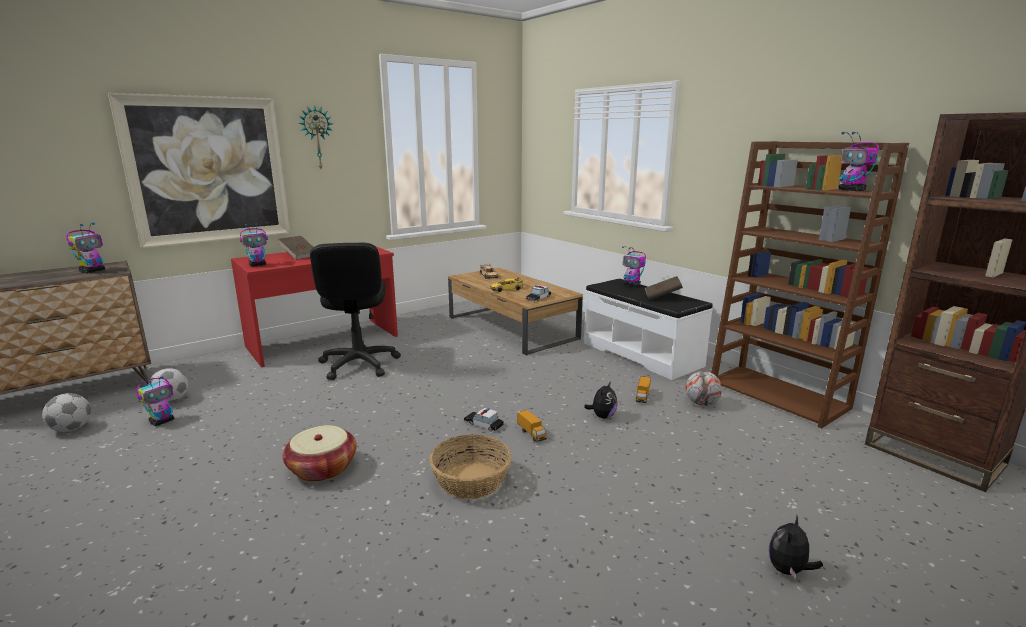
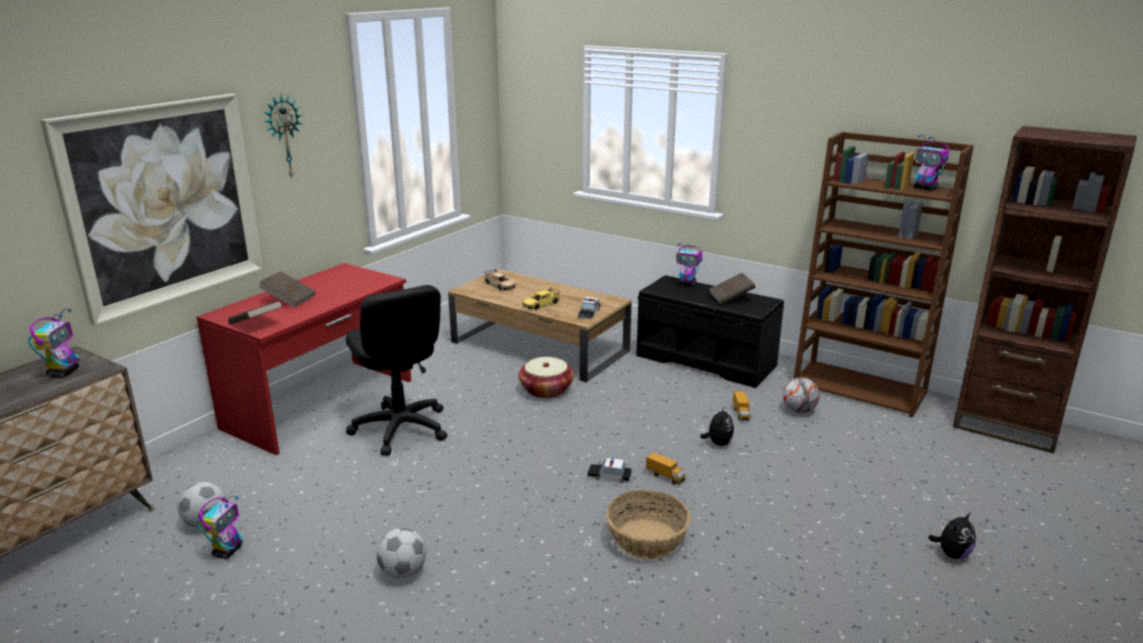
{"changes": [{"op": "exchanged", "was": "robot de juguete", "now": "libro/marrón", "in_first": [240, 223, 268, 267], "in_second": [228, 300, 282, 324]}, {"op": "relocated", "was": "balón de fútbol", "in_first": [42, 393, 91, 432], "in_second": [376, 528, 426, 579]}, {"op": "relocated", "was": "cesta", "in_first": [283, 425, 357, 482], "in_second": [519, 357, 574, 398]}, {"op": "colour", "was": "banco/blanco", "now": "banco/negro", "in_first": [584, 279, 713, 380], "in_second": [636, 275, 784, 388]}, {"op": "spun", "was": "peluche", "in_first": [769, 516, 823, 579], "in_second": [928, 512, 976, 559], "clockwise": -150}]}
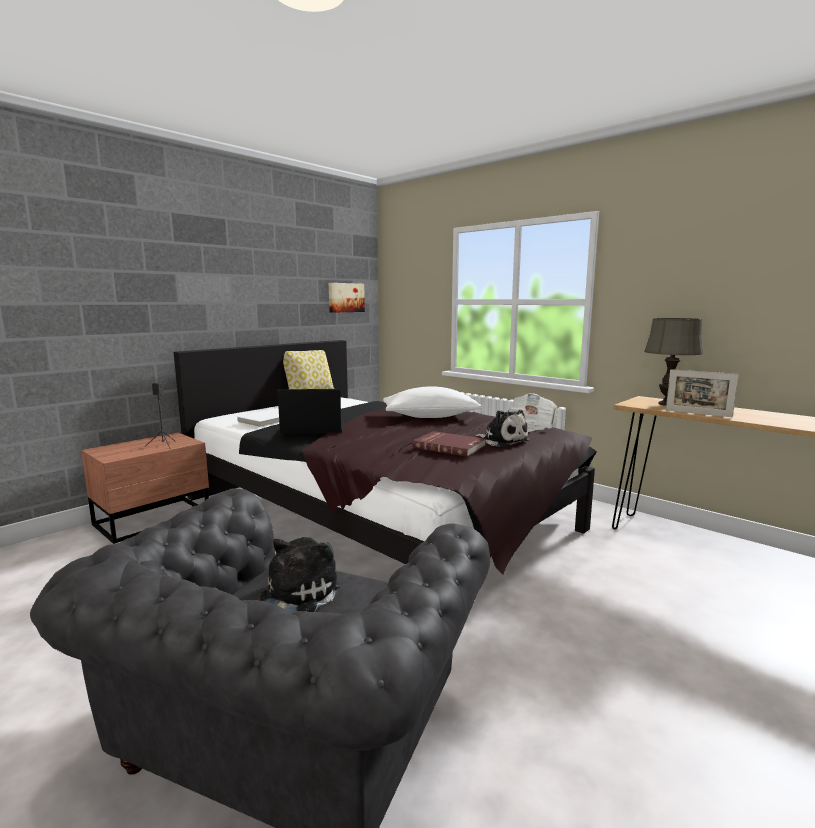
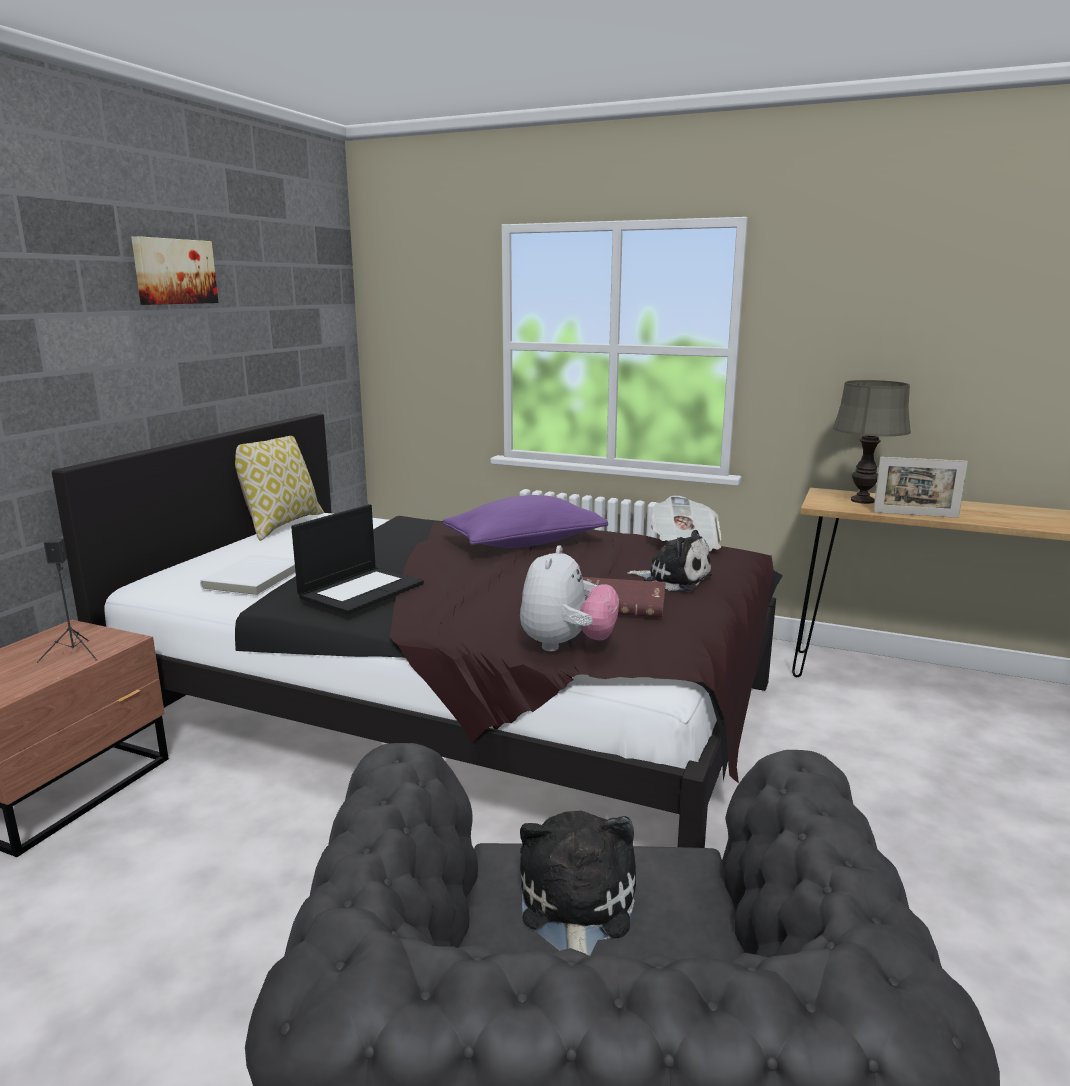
{"changes": [{"op": "relocated", "was": "cuadro", "in_first": [329, 283, 365, 313], "in_second": [131, 236, 218, 305]}, {"op": "spun", "was": "portátil", "in_first": [278, 389, 344, 434], "in_second": [291, 504, 424, 614], "clockwise": 150}, {"op": "colour", "was": "cojín/blanco", "now": "cojín/morado", "in_first": [383, 386, 482, 418], "in_second": [443, 495, 608, 548]}, {"op": "appeared", "now": "peluche", "in_second": [520, 545, 619, 651]}]}
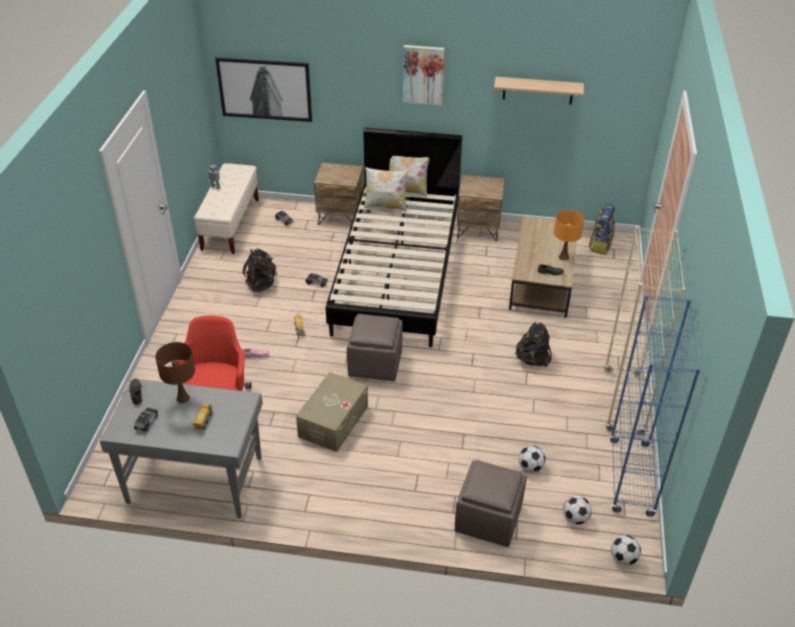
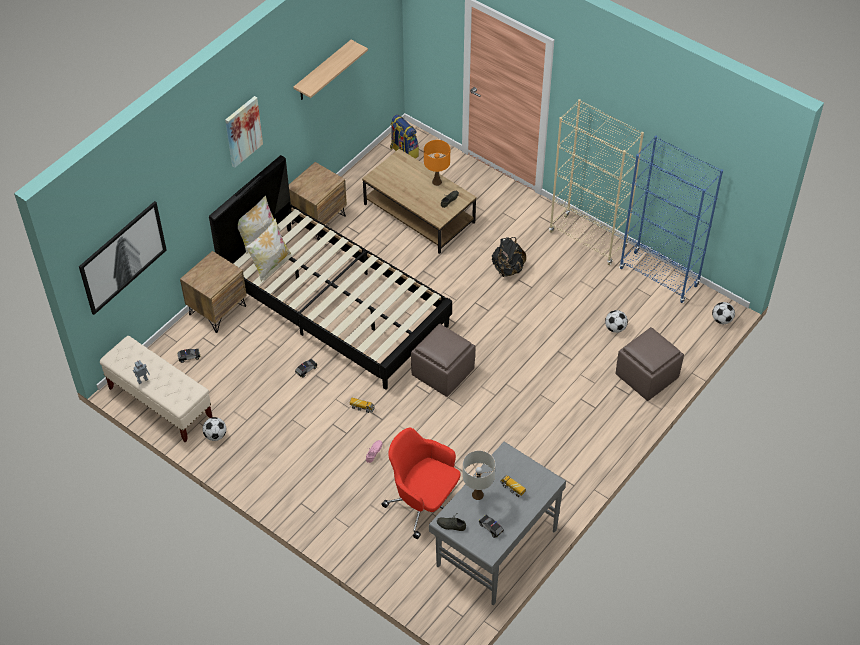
{"changes": [{"op": "relocated", "was": "balón de fútbol", "in_first": [563, 496, 592, 525], "in_second": [203, 417, 226, 441]}, {"op": "colour", "was": "lámpara de mesa/marrón", "now": "lámpara de mesa/blanco", "in_first": [155, 342, 195, 403], "in_second": [463, 451, 495, 500]}, {"op": "missing", "was": "mochila/negro", "in_first": [243, 249, 277, 293]}, {"op": "missing", "was": "caja de almacenaje/beis", "in_first": [296, 372, 368, 452]}]}
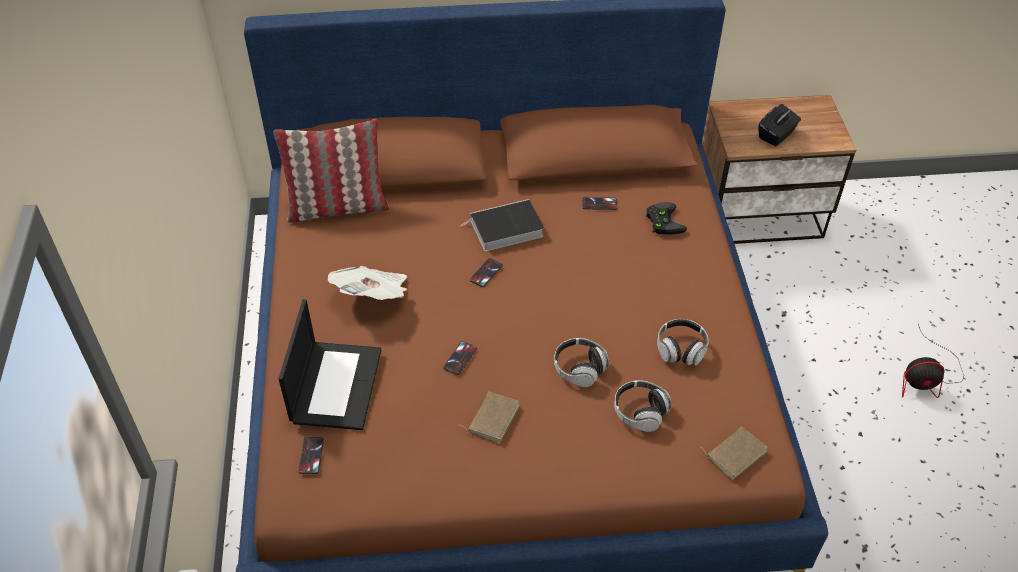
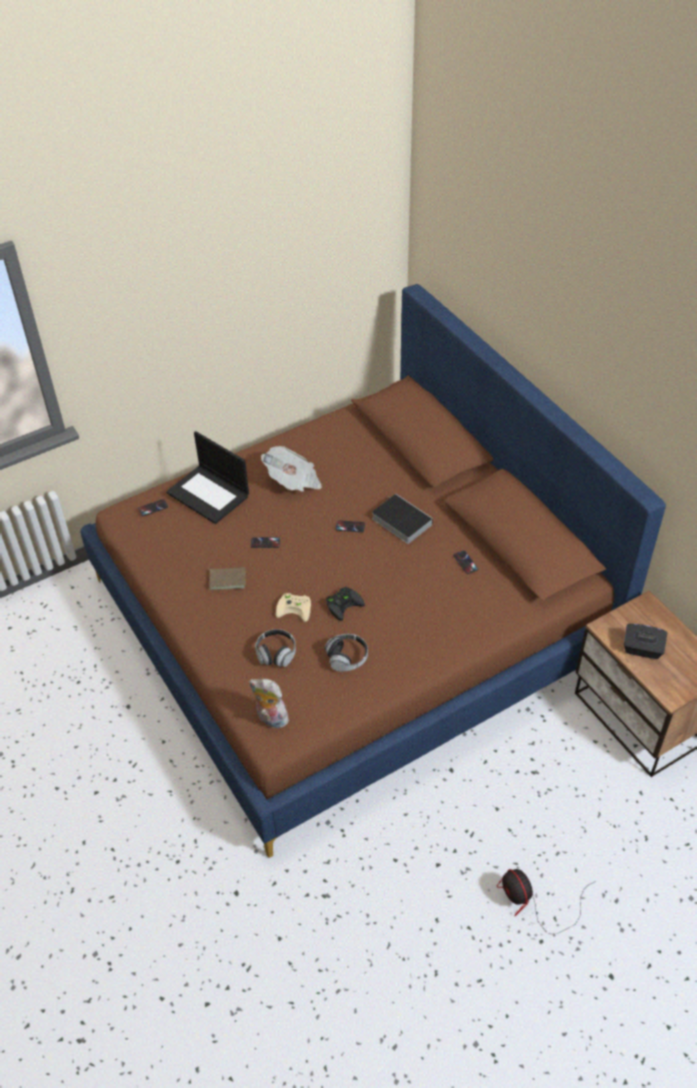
{"changes": [{"op": "spun", "was": "portátil", "in_first": [278, 299, 381, 430], "in_second": [166, 431, 249, 524], "clockwise": 60}, {"op": "exchanged", "was": "libro/marrón", "now": "peluche", "in_first": [699, 426, 768, 480], "in_second": [249, 679, 289, 728]}, {"op": "exchanged", "was": "auriculares", "now": "mando de consola/beis", "in_first": [554, 338, 609, 387], "in_second": [276, 593, 311, 622]}, {"op": "relocated", "was": "mando de consola/negro", "in_first": [645, 202, 687, 235], "in_second": [326, 587, 365, 621]}, {"op": "missing", "was": "cojín", "in_first": [273, 119, 389, 223]}]}
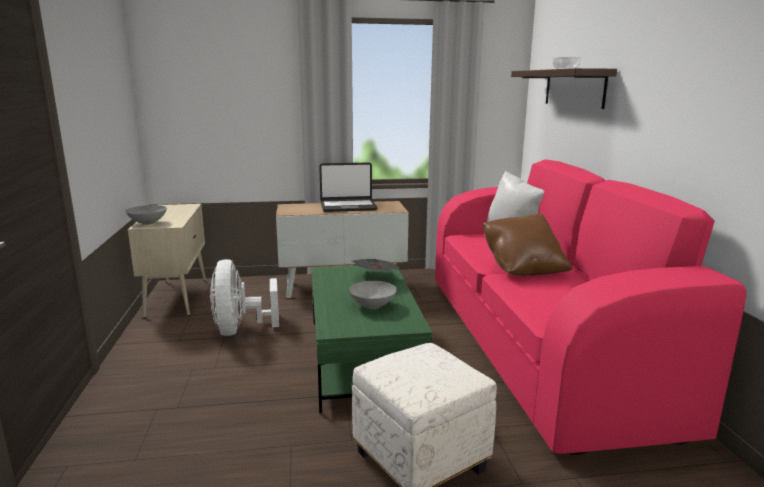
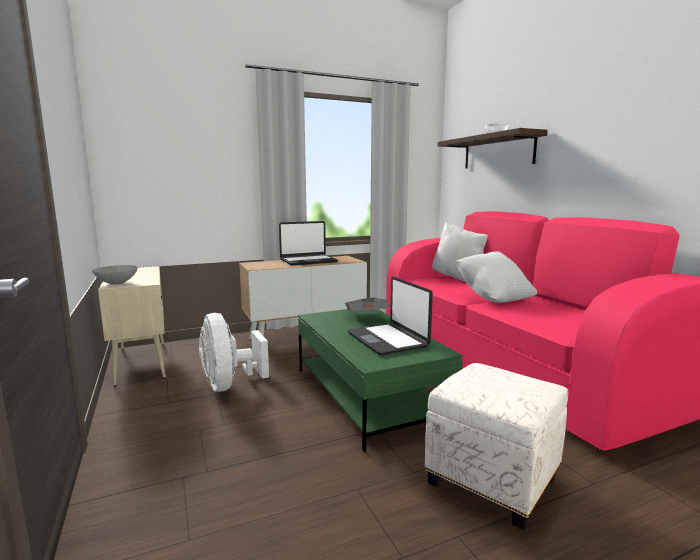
{"changes": [{"op": "exchanged", "was": "cuenco/gris", "now": "portátil", "in_first": [349, 281, 397, 309], "in_second": [347, 277, 433, 355]}, {"op": "colour", "was": "cojín/marrón", "now": "cojín/blanco", "in_first": [482, 214, 572, 276], "in_second": [456, 251, 537, 303]}]}
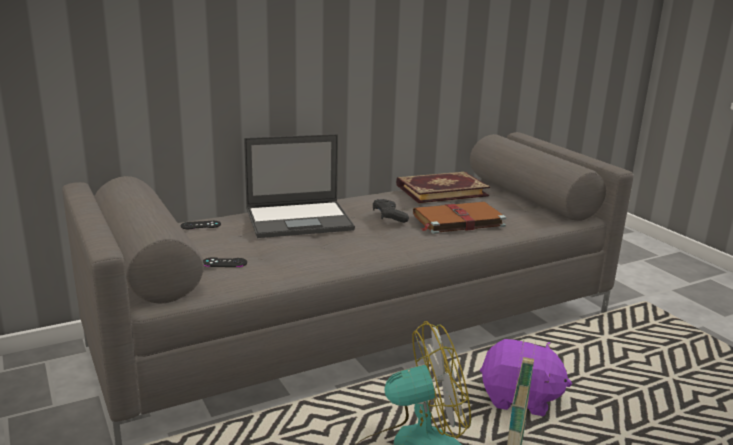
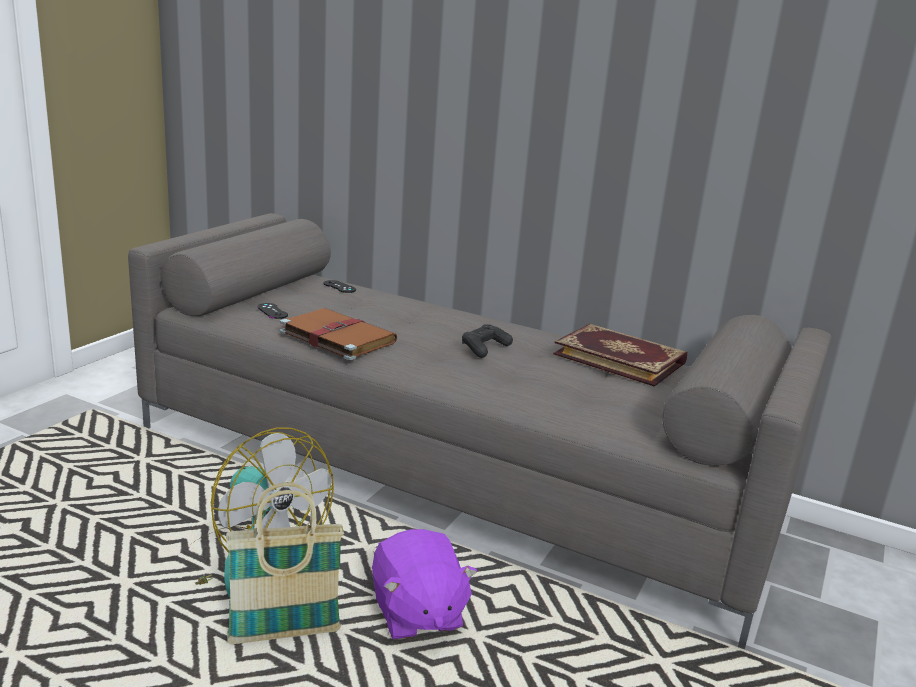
{"changes": [{"op": "relocated", "was": "libro/marrón", "in_first": [413, 202, 507, 234], "in_second": [280, 308, 397, 360]}, {"op": "missing", "was": "portátil", "in_first": [244, 134, 355, 238]}]}
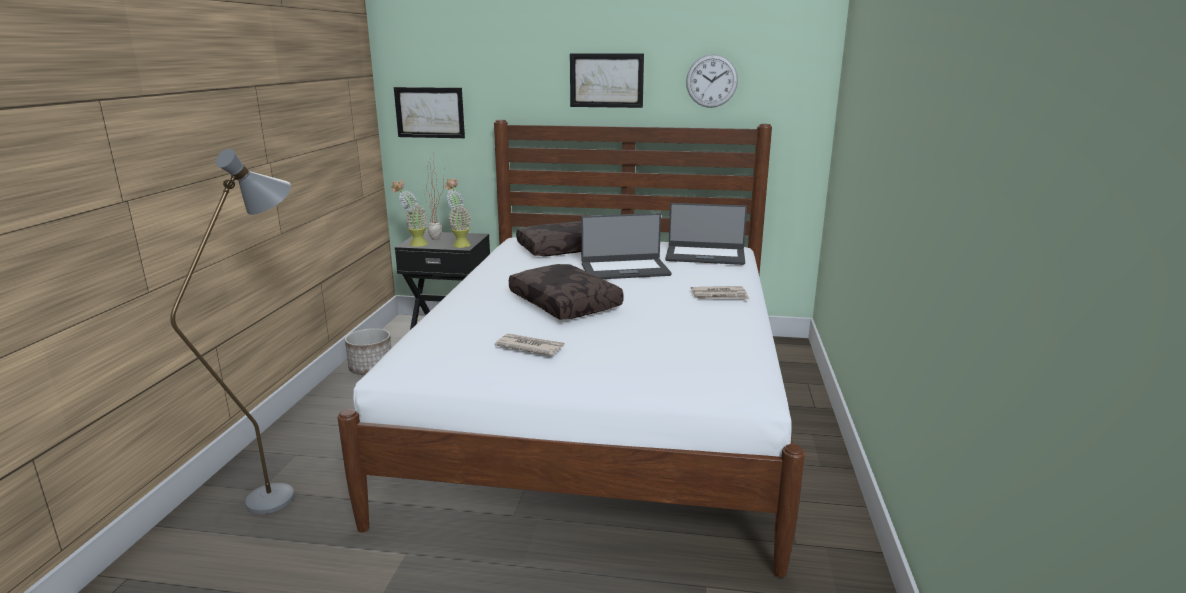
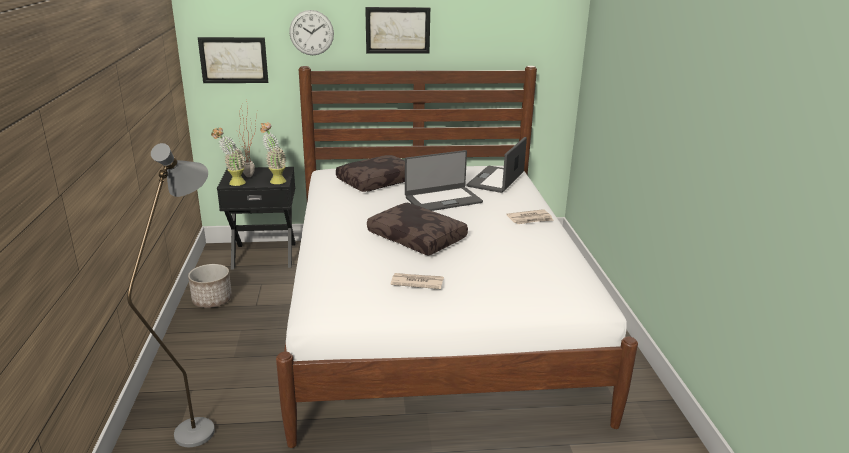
{"changes": [{"op": "relocated", "was": "reloj de pared", "in_first": [686, 54, 738, 108], "in_second": [289, 10, 334, 55]}, {"op": "spun", "was": "portátil", "in_first": [665, 203, 747, 265], "in_second": [467, 137, 527, 193], "clockwise": 120}]}
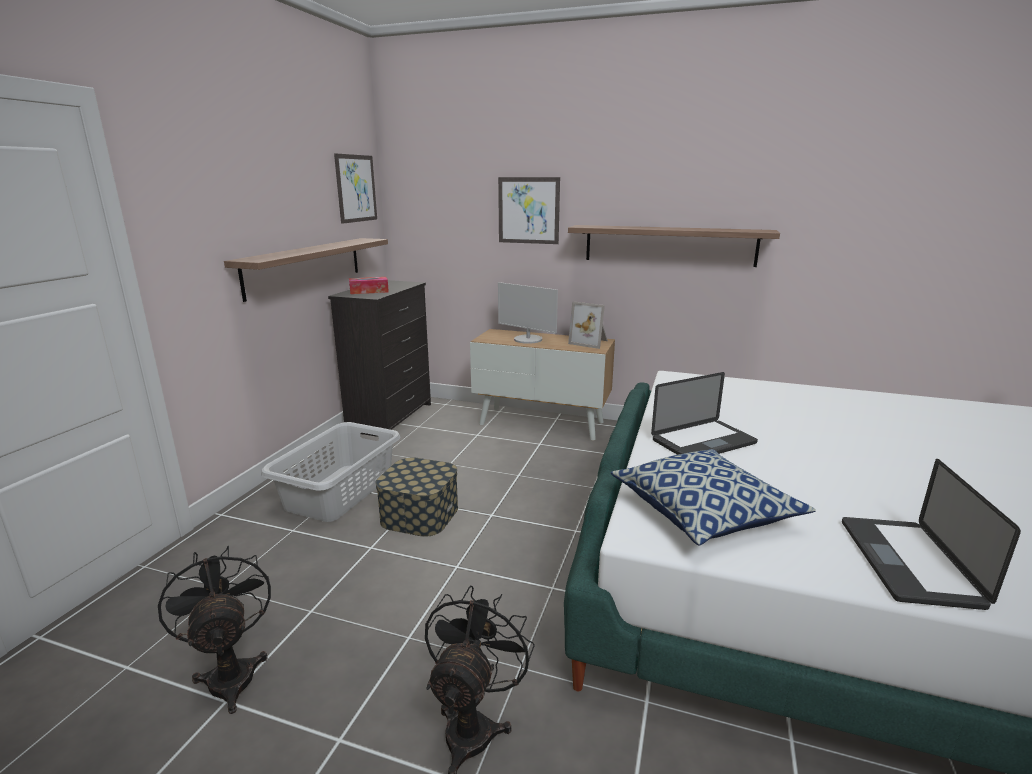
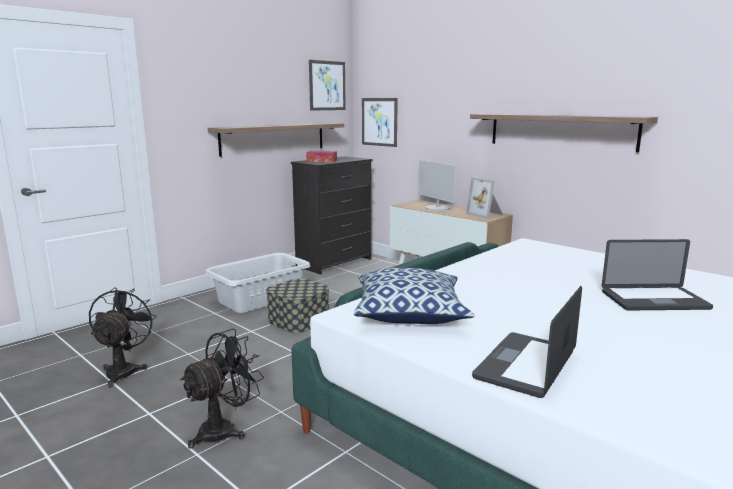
{"changes": [{"op": "relocated", "was": "cuadro", "in_first": [498, 177, 560, 244], "in_second": [362, 98, 398, 147]}, {"op": "relocated", "was": "portátil", "in_first": [651, 372, 758, 455], "in_second": [602, 239, 713, 310]}]}
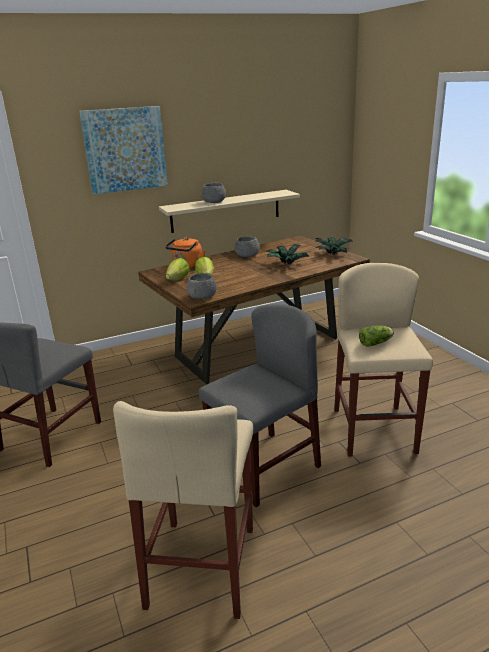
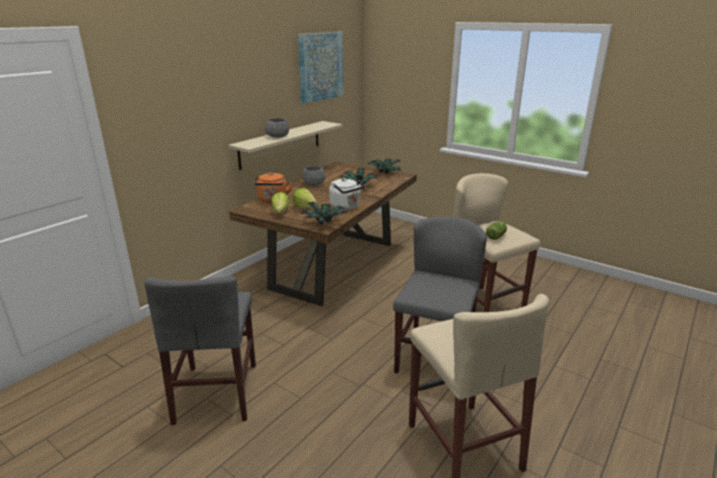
{"changes": [{"op": "relocated", "was": "cuadro", "in_first": [79, 106, 168, 194], "in_second": [298, 32, 343, 103]}, {"op": "exchanged", "was": "cuenco/gris", "now": "planta en maceta", "in_first": [186, 273, 217, 299], "in_second": [301, 202, 347, 226]}, {"op": "appeared", "now": "hervidor/blanco", "in_second": [329, 178, 365, 210]}]}
